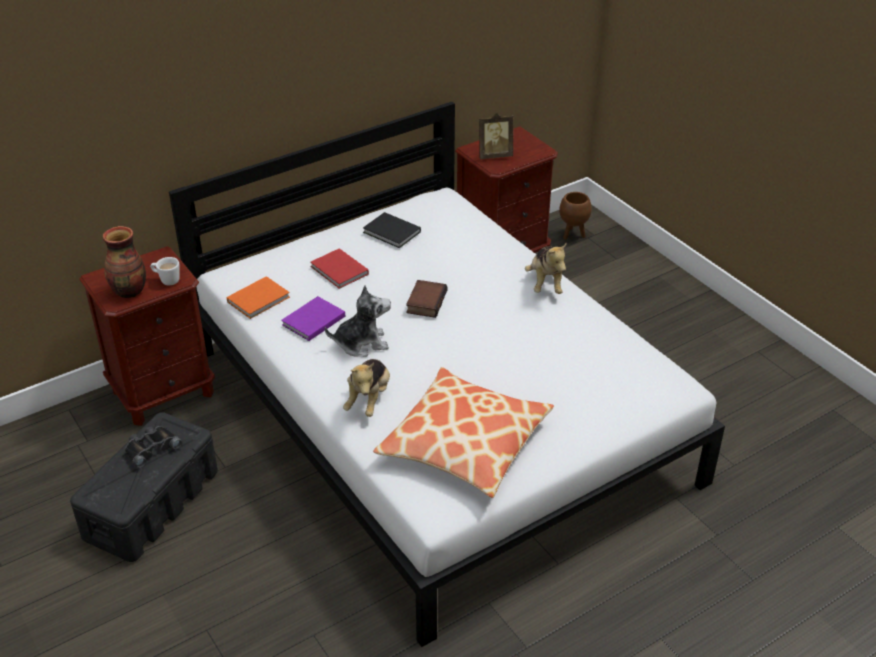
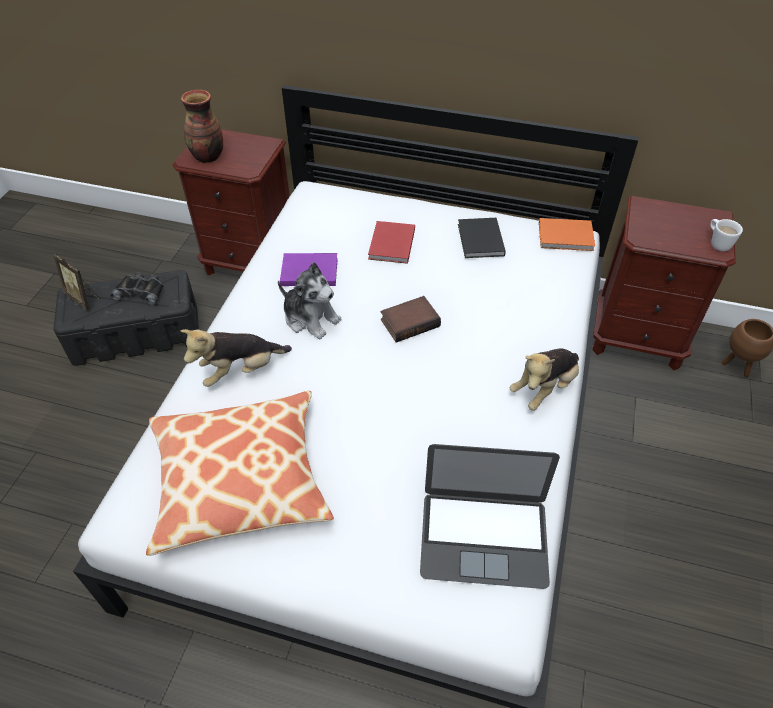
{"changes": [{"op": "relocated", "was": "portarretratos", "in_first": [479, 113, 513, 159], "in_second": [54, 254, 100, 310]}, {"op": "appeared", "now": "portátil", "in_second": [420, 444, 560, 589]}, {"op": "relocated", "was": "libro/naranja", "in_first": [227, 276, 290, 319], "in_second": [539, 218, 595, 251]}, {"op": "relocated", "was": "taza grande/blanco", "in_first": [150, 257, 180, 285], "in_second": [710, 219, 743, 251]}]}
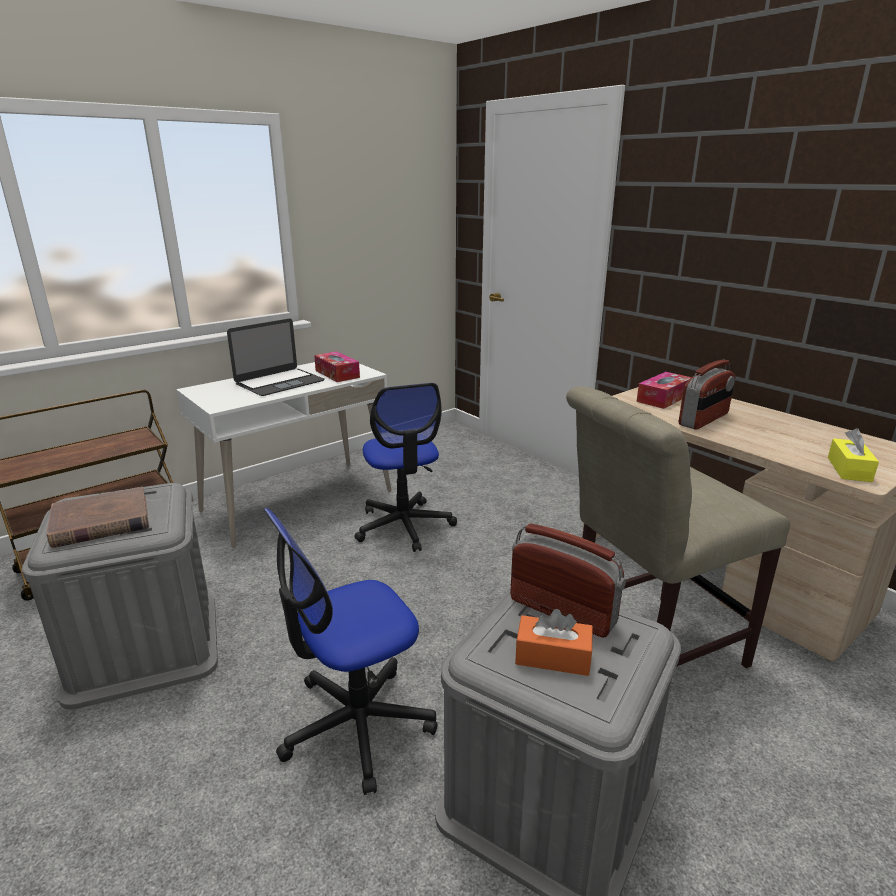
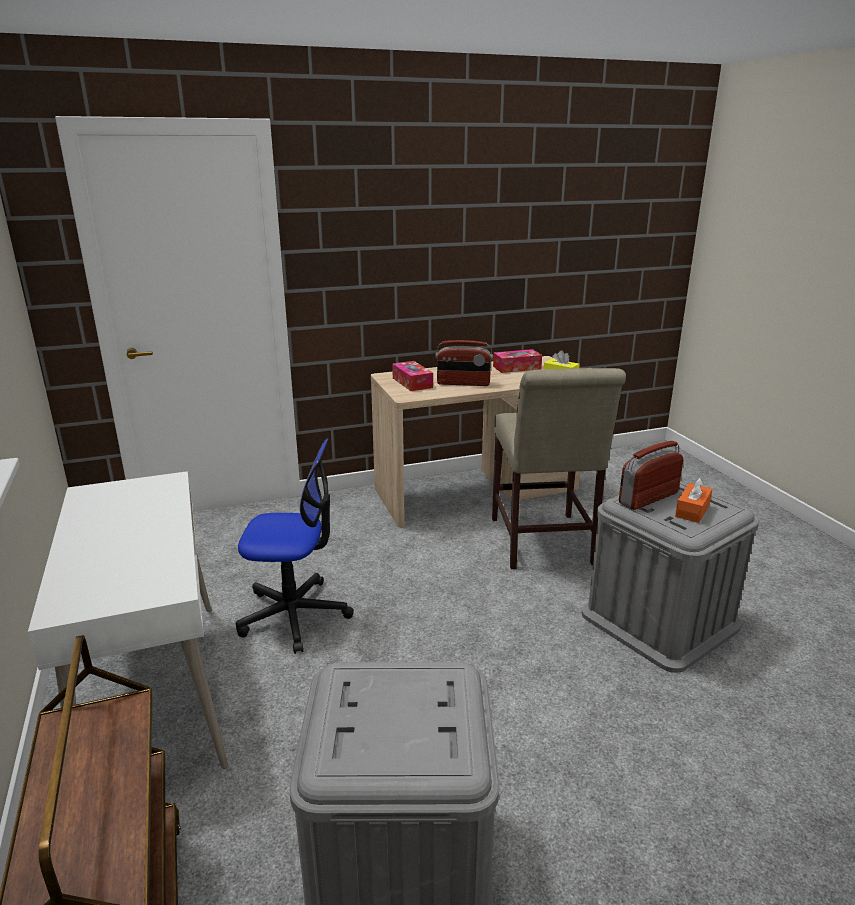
{"changes": [{"op": "spun", "was": "radio", "in_first": [679, 360, 735, 429], "in_second": [435, 340, 493, 386], "clockwise": 120}, {"op": "relocated", "was": "caja de pañuelos", "in_first": [314, 351, 360, 382], "in_second": [493, 349, 542, 373]}, {"op": "missing", "was": "libro/marrón", "in_first": [46, 487, 149, 548]}, {"op": "missing", "was": "portátil", "in_first": [227, 318, 325, 396]}, {"op": "missing", "was": "silla de oficina", "in_first": [264, 508, 437, 795]}]}
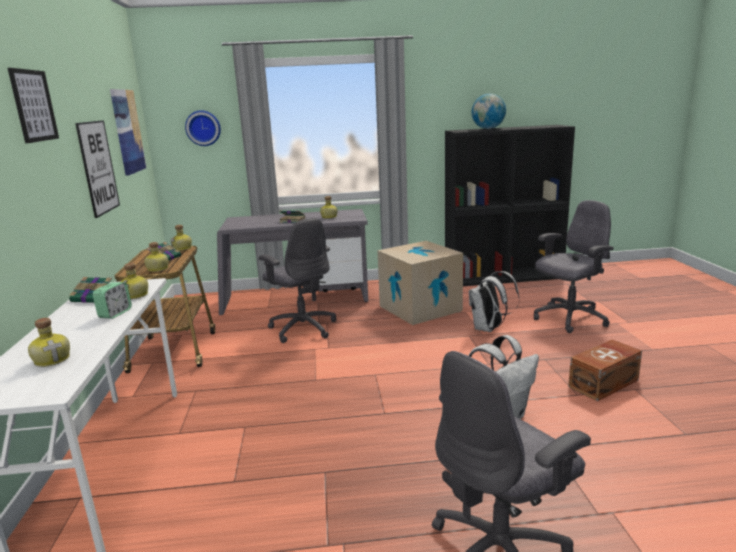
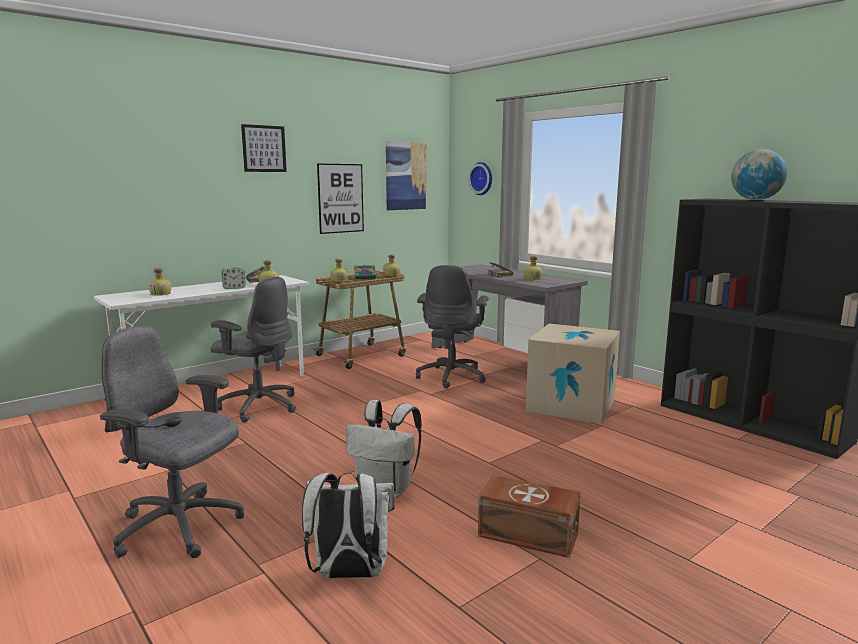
{"changes": [{"op": "relocated", "was": "silla de oficina/gris", "in_first": [534, 200, 614, 333], "in_second": [210, 276, 296, 423]}, {"op": "relocated", "was": "mochila/blanco", "in_first": [469, 271, 519, 332], "in_second": [302, 473, 395, 578]}]}
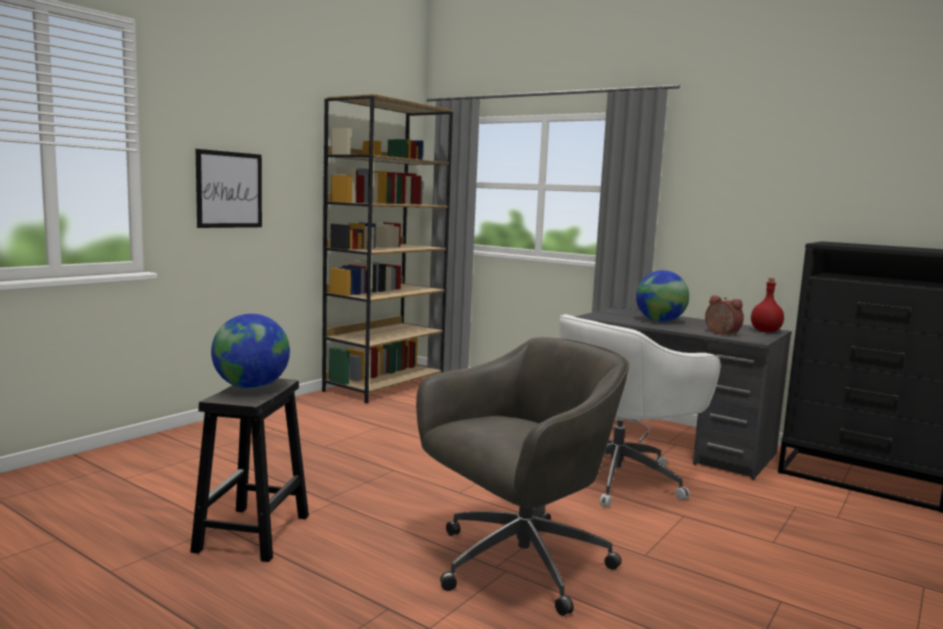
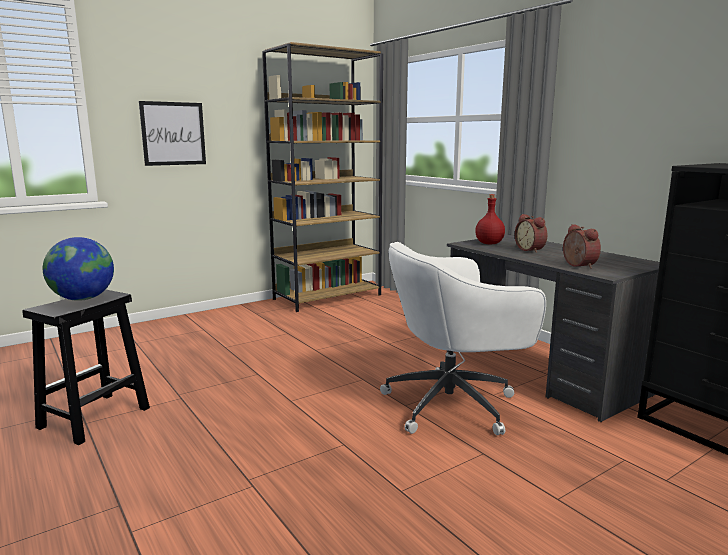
{"changes": [{"op": "relocated", "was": "botella/rojo", "in_first": [751, 278, 784, 332], "in_second": [475, 194, 505, 244]}, {"op": "exchanged", "was": "globo terráqueo", "now": "despertador", "in_first": [636, 270, 689, 322], "in_second": [515, 214, 547, 253]}, {"op": "missing", "was": "silla de oficina/gris", "in_first": [416, 337, 629, 616]}]}
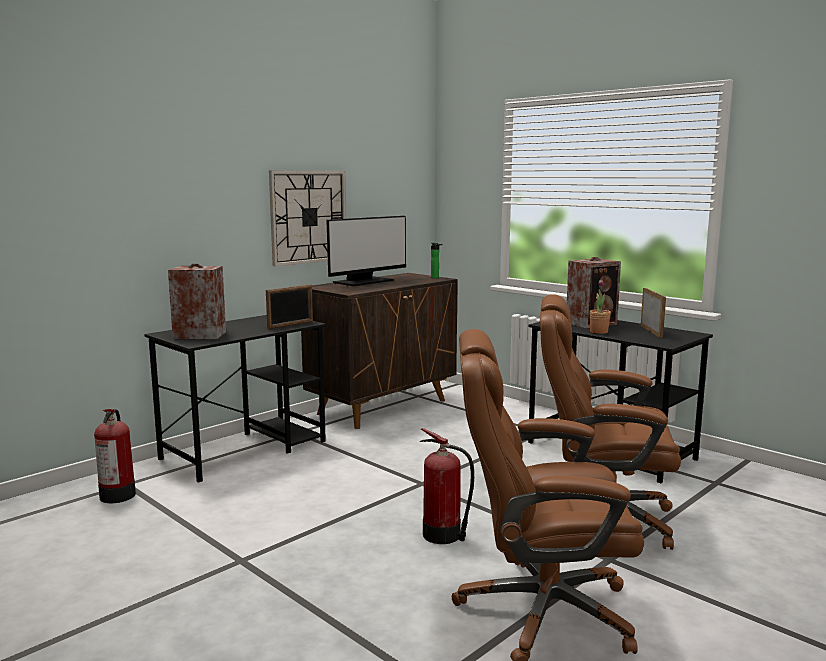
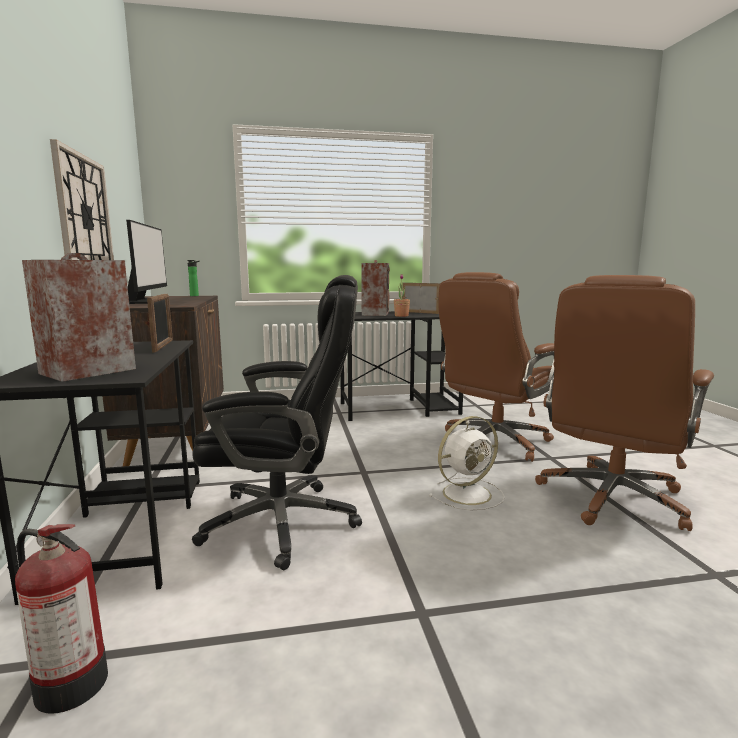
{"changes": [{"op": "appeared", "now": "silla de oficina/negro", "in_second": [192, 275, 362, 570]}, {"op": "exchanged", "was": "extintor", "now": "ventilador/blanco", "in_first": [420, 428, 474, 544], "in_second": [428, 416, 505, 511]}]}
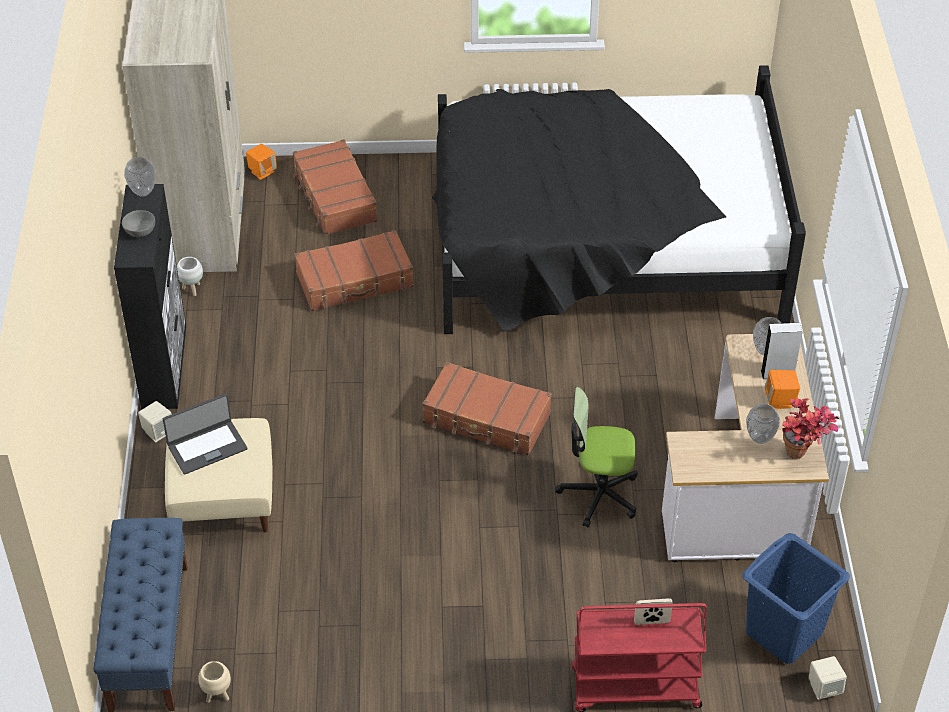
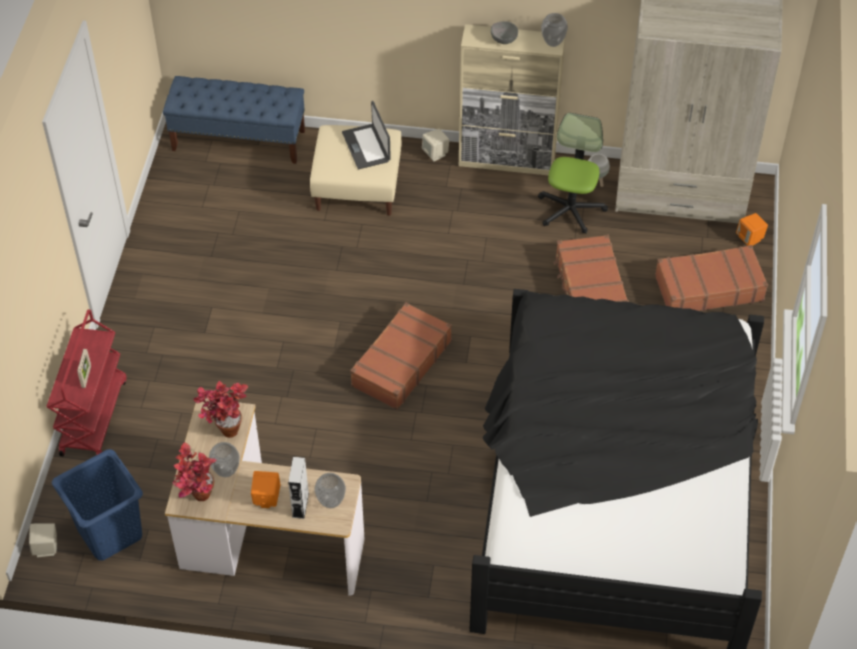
{"changes": [{"op": "appeared", "now": "planta en maceta", "in_second": [193, 381, 248, 438]}, {"op": "colour", "was": "armario/negro", "now": "armario/beis", "in_first": [114, 184, 186, 409], "in_second": [459, 24, 565, 175]}, {"op": "relocated", "was": "silla de oficina", "in_first": [555, 387, 638, 527], "in_second": [538, 113, 608, 234]}, {"op": "missing", "was": "maceta/beis", "in_first": [198, 661, 231, 703]}]}
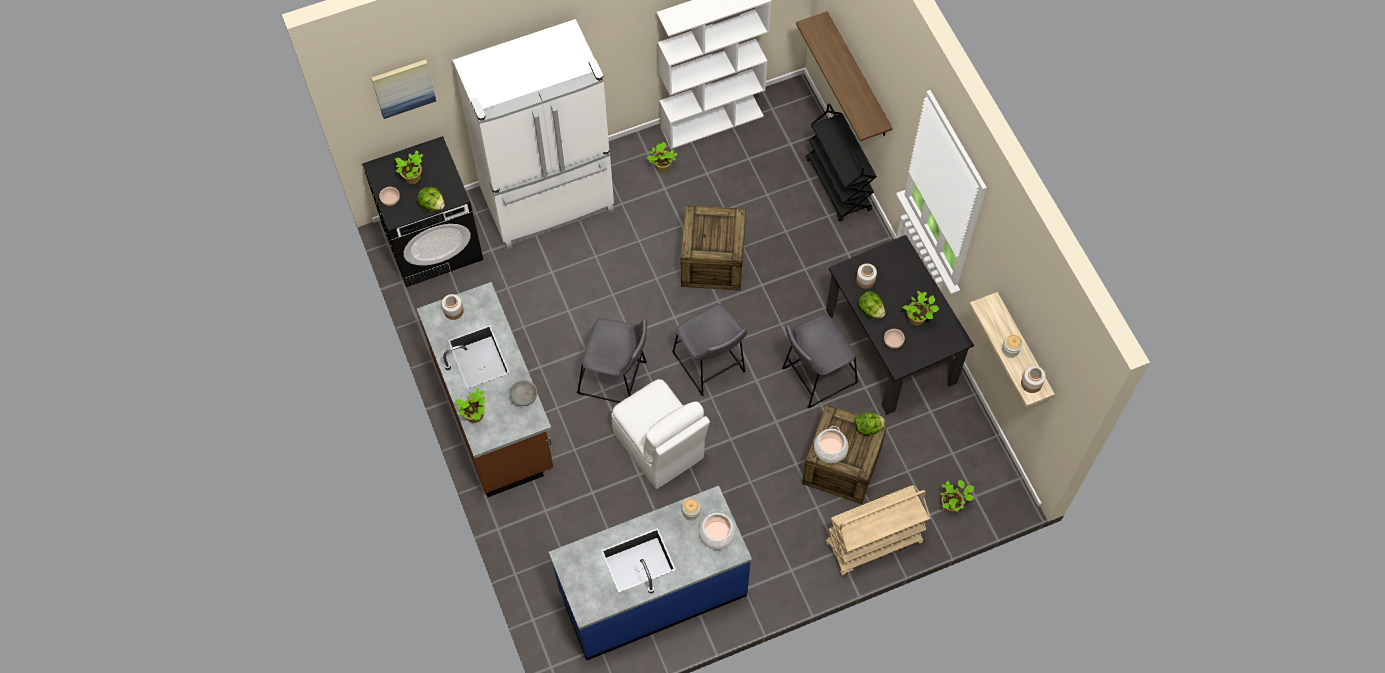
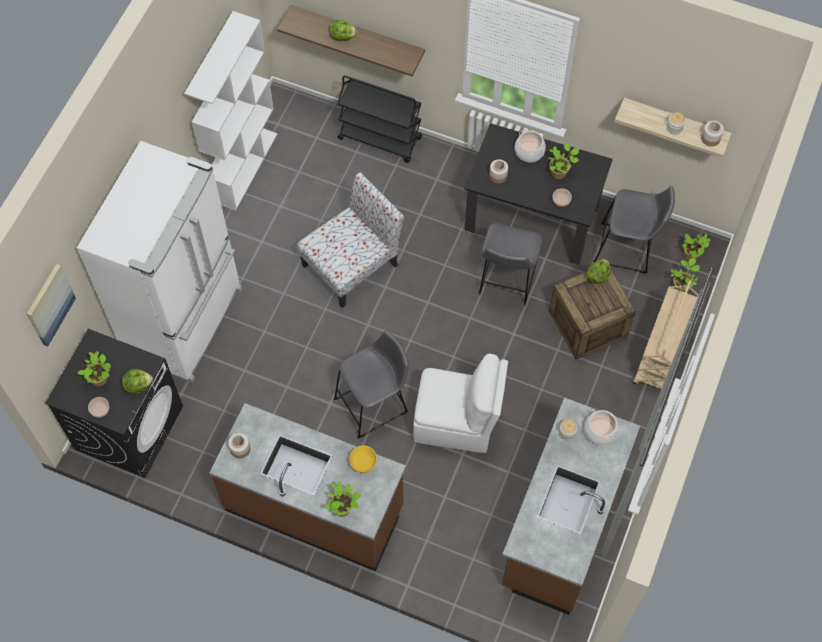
{"changes": [{"op": "exchanged", "was": "caja de embalaje", "now": "silla", "in_first": [681, 205, 746, 291], "in_second": [297, 172, 404, 308]}, {"op": "relocated", "was": "lechuga", "in_first": [859, 291, 885, 318], "in_second": [329, 20, 357, 41]}, {"op": "colour", "was": "cuenco/gris", "now": "cuenco/amarillo", "in_first": [509, 380, 537, 406], "in_second": [349, 446, 377, 473]}, {"op": "colour", "was": "mueble bajo de cocina/azul", "now": "mueble bajo de cocina/marrón", "in_first": [549, 486, 752, 660], "in_second": [502, 398, 640, 615]}, {"op": "relocated", "was": "olla", "in_first": [814, 426, 848, 463], "in_second": [515, 130, 546, 162]}, {"op": "relocated", "was": "taburete/gris", "in_first": [672, 304, 747, 396], "in_second": [593, 186, 675, 274]}, {"op": "relocated", "was": "planta en maceta", "in_first": [647, 142, 677, 173], "in_second": [682, 234, 710, 260]}]}
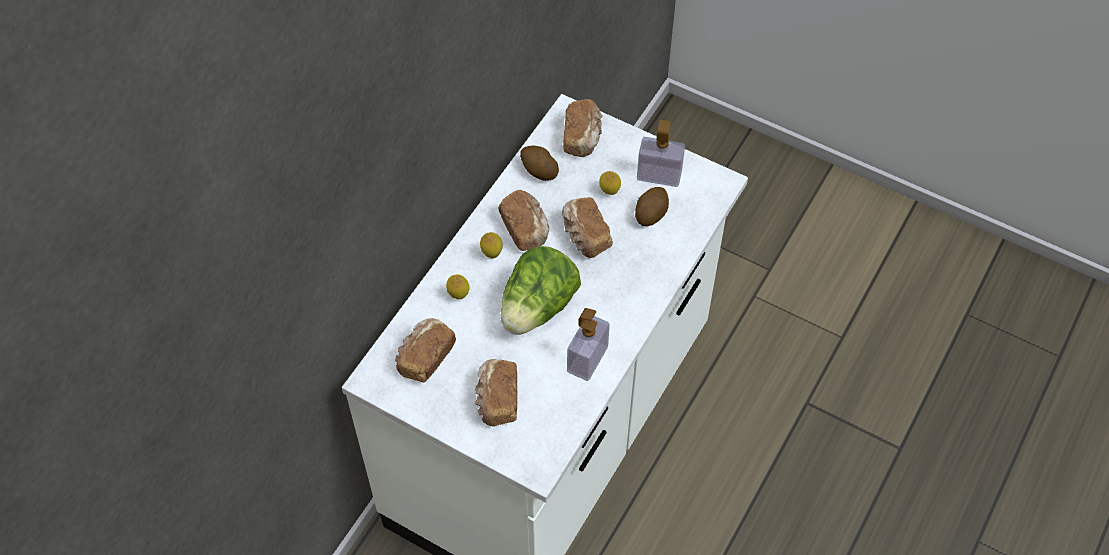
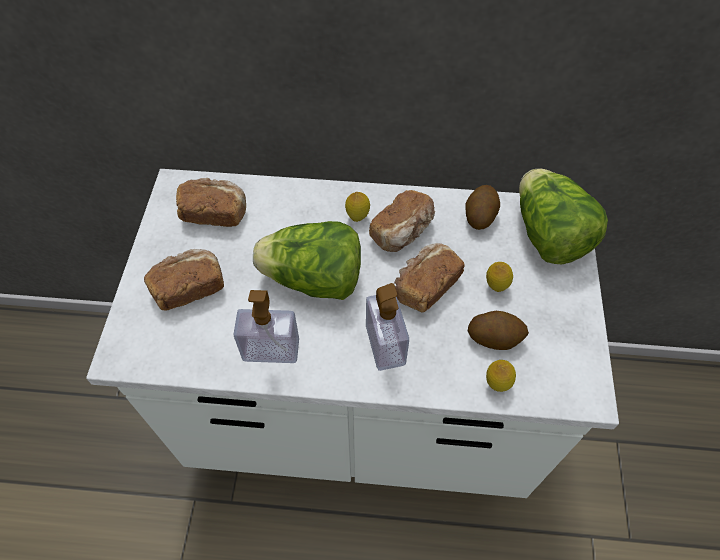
{"changes": [{"op": "relocated", "was": "dispensador de jabón", "in_first": [637, 120, 685, 187], "in_second": [366, 283, 409, 371]}, {"op": "relocated", "was": "limón", "in_first": [446, 274, 470, 299], "in_second": [486, 360, 516, 392]}, {"op": "exchanged", "was": "pan", "now": "lechuga", "in_first": [563, 99, 603, 157], "in_second": [519, 168, 608, 264]}]}
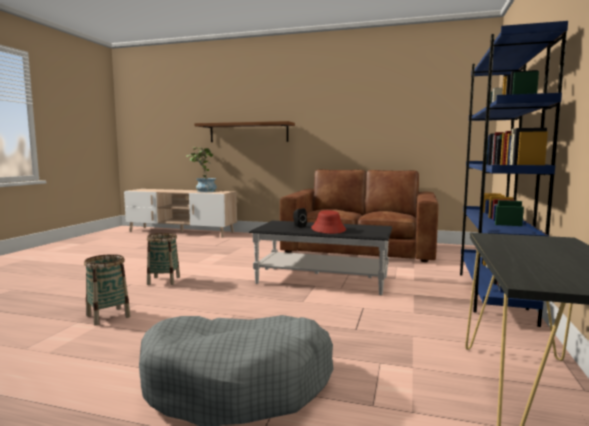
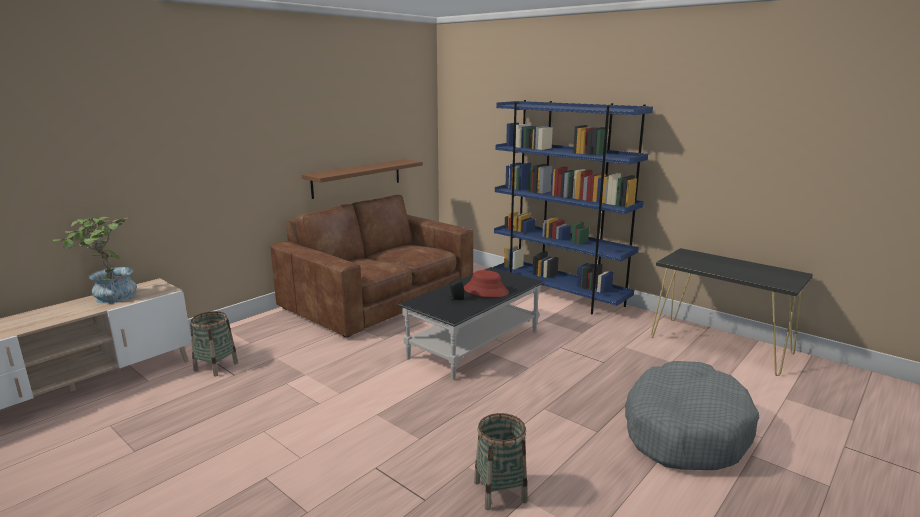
{"changes": [{"op": "relocated", "was": "cesta", "in_first": [147, 233, 180, 285], "in_second": [190, 311, 238, 377]}, {"op": "relocated", "was": "estante/marrón", "in_first": [194, 121, 295, 142], "in_second": [302, 159, 423, 199]}]}
